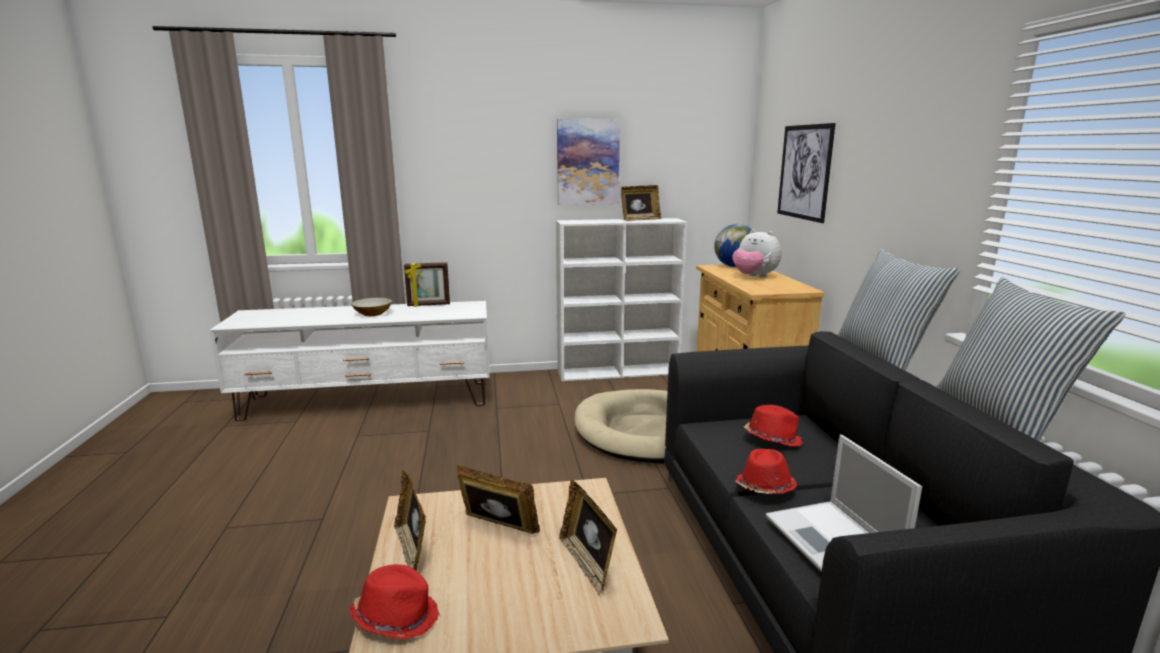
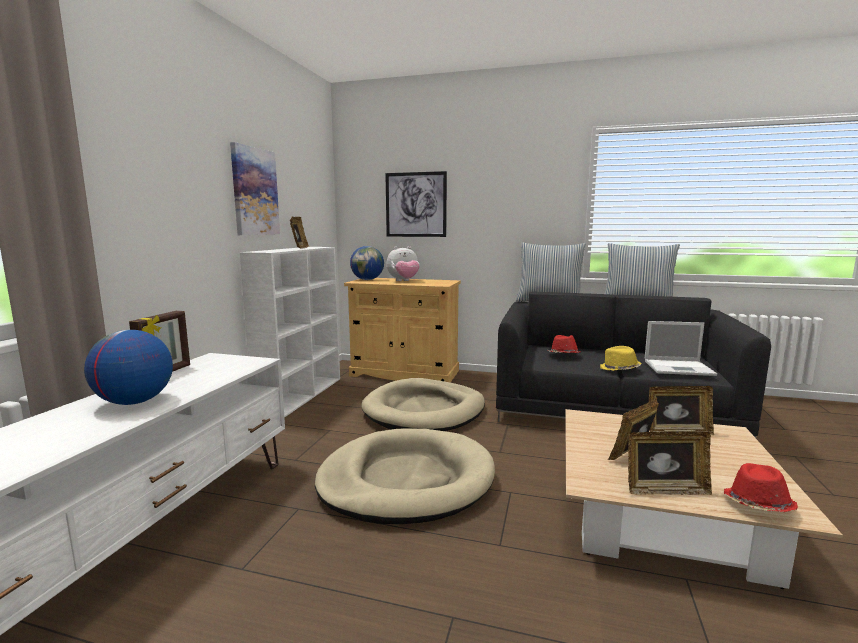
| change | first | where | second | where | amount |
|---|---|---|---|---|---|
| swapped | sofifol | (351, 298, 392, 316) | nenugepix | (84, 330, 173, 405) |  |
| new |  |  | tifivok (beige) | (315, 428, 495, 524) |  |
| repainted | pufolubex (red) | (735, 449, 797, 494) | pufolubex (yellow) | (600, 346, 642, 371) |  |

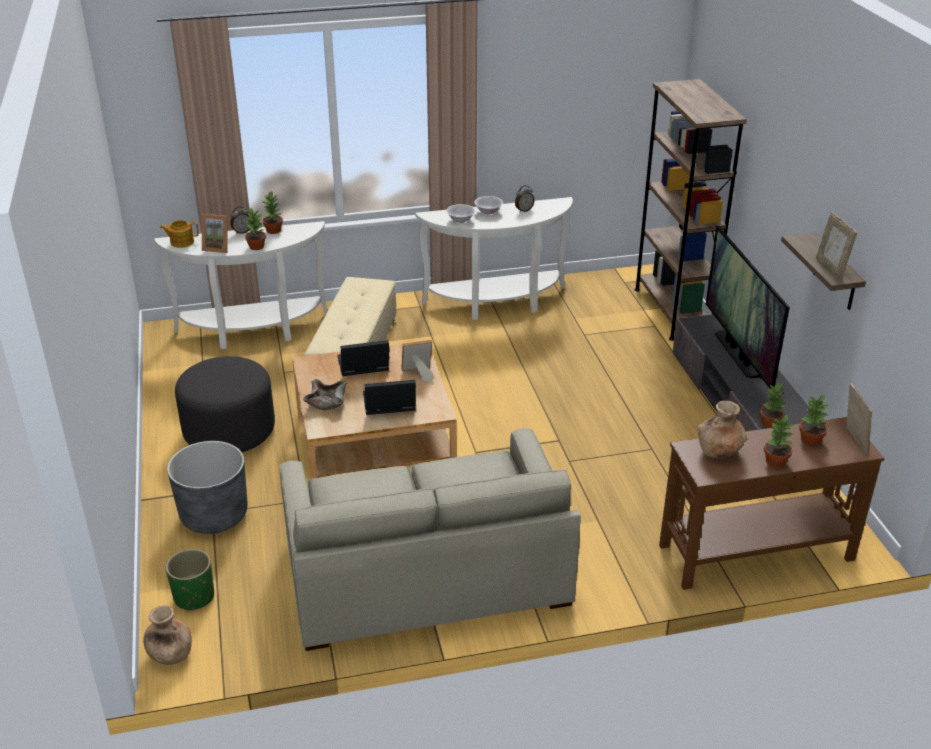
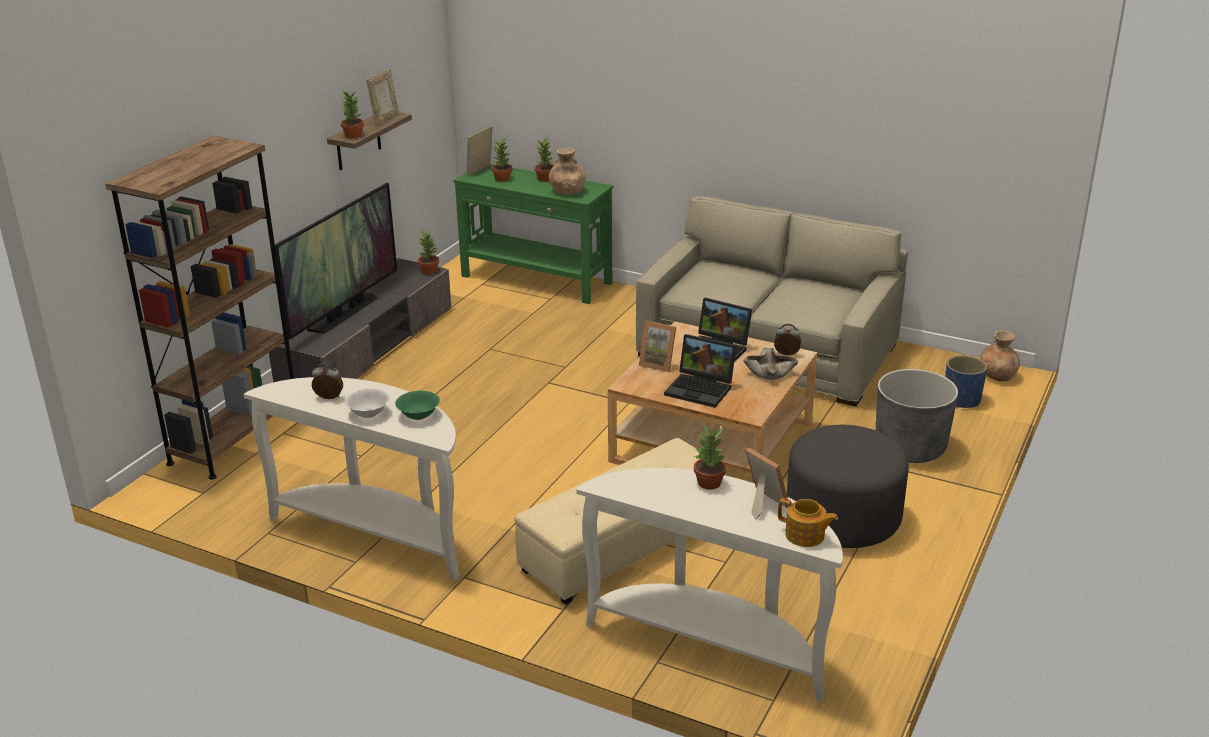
| change | first | where | second | where | amount |
|---|---|---|---|---|---|
| shifted | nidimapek | (262, 190, 283, 234) |  | (341, 89, 364, 138) |  |
| repainted | sofifol (white) | (446, 204, 476, 223) | sofifol (green) | (395, 391, 440, 420) |  |
| repainted | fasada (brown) | (659, 417, 885, 590) | fasada (green) | (453, 164, 613, 304) |  |
| shifted | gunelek | (231, 206, 250, 234) |  | (774, 324, 801, 355) |  |
| repainted | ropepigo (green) | (166, 549, 214, 611) | ropepigo (blue) | (945, 355, 987, 408) |  |

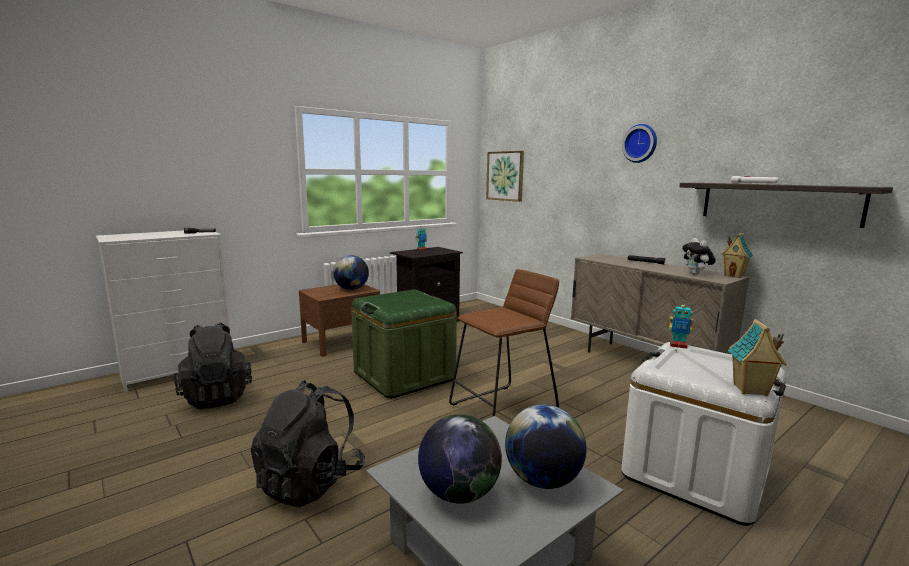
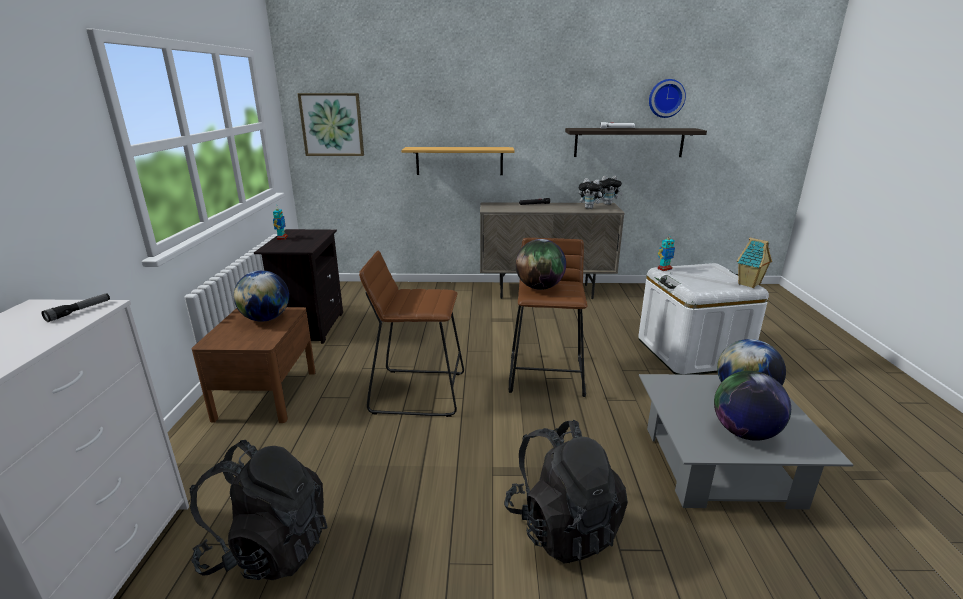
| change | first | where | second | where | amount |
|---|---|---|---|---|---|
| swapped | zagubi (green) | (351, 289, 457, 399) | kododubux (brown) | (359, 251, 464, 417) |  |
| new |  |  | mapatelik | (401, 147, 515, 175) |  |
| new |  |  | nenugepix | (515, 239, 566, 290) |  |
| swapped | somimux | (720, 233, 753, 278) | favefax | (599, 176, 623, 205) |  |
| shifted | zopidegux | (622, 124, 657, 163) |  | (649, 79, 686, 118) |  |

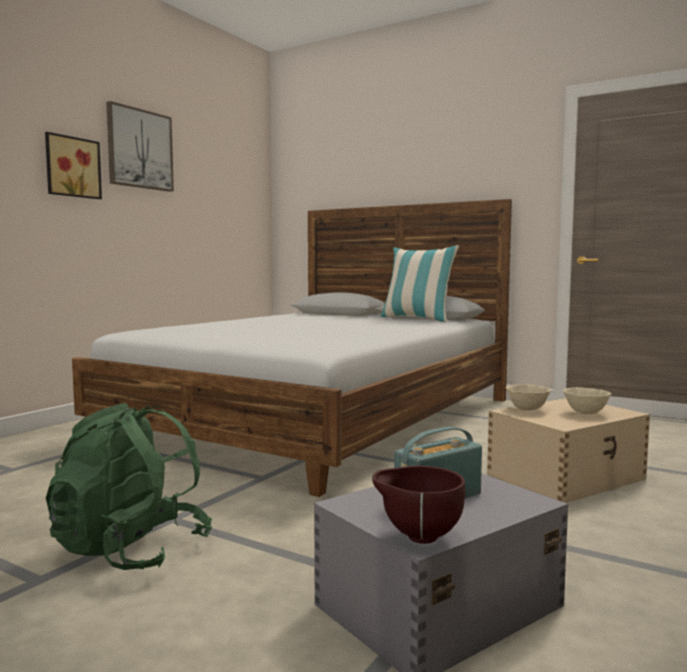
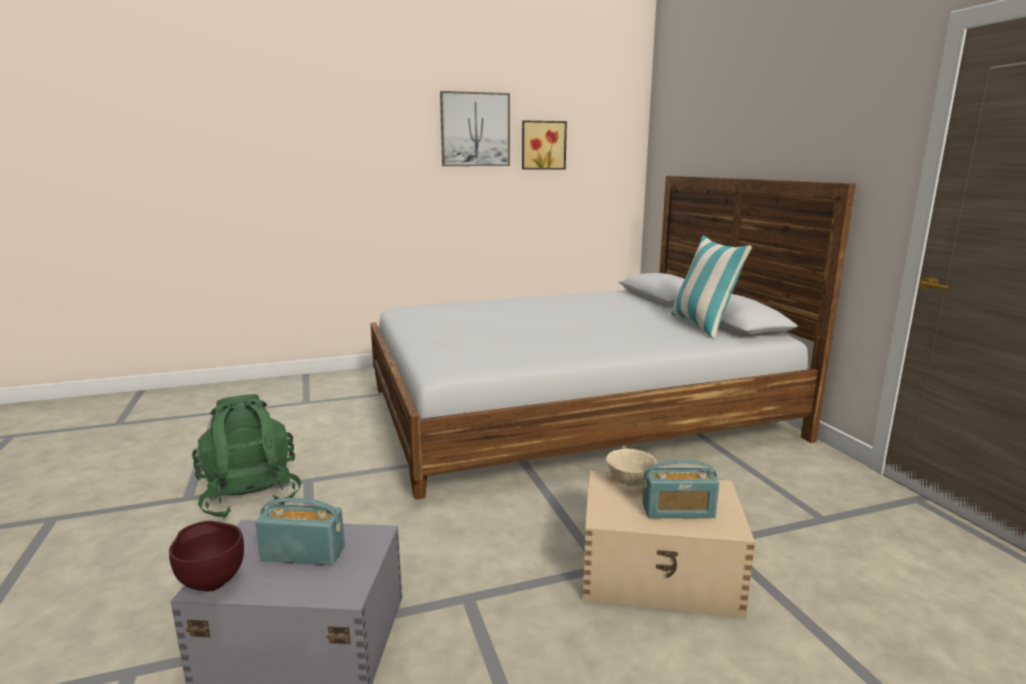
| change | first | where | second | where | amount |
|---|---|---|---|---|---|
| shifted | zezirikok | (45, 132, 102, 199) |  | (522, 120, 567, 170) |  |
| swapped | sofifol (beige) | (563, 387, 611, 414) | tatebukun | (642, 460, 719, 518) |  |

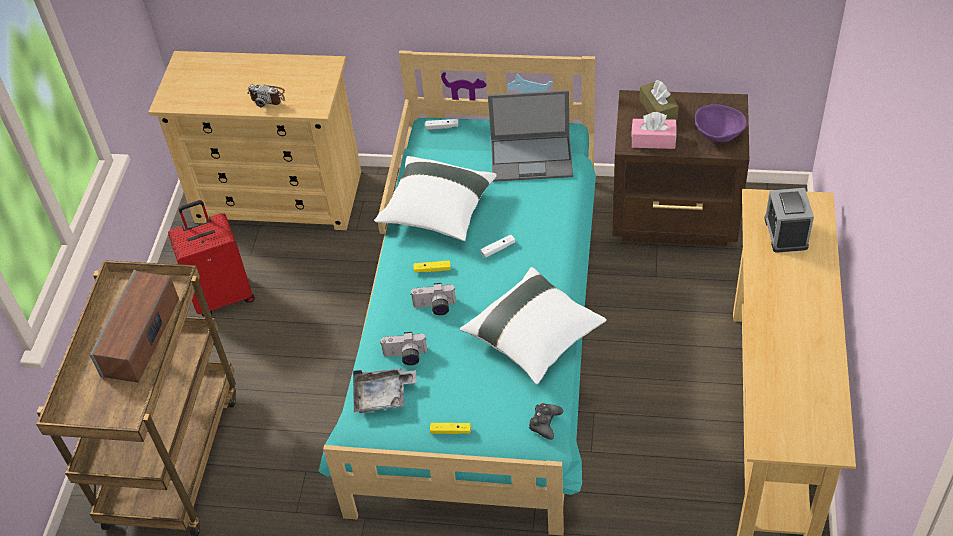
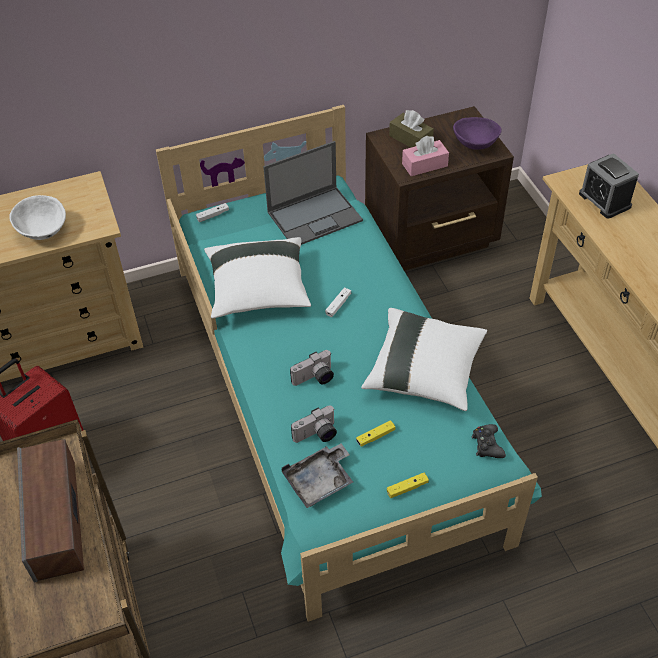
| change | first | where | second | where | amount |
|---|---|---|---|---|---|
| swapped | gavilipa | (247, 84, 285, 107) | sofifol (white) | (9, 195, 66, 240) |  |
| shifted | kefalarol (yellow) | (414, 260, 451, 272) |  | (356, 420, 395, 447) |  |

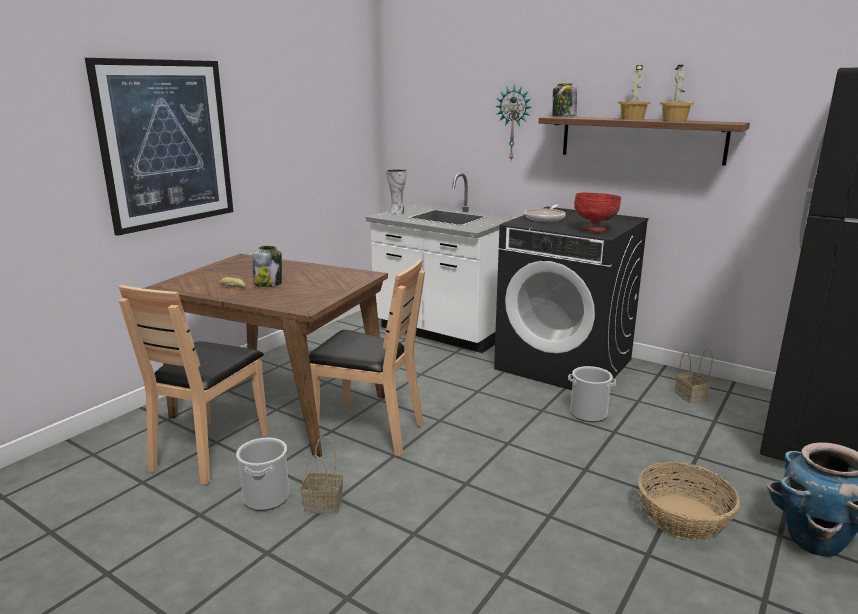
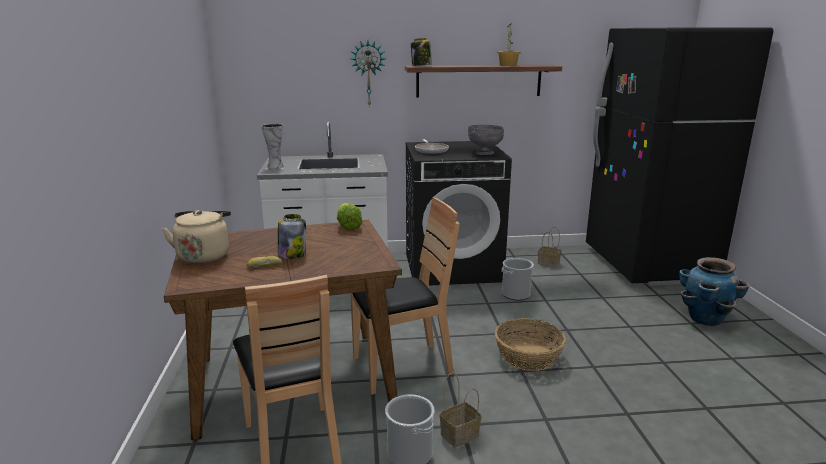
| change | first | where | second | where | amount |
|---|---|---|---|---|---|
| new |  |  | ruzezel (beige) | (162, 210, 231, 264) |  |
| new |  |  | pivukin | (337, 203, 362, 230) |  |
| repainted | sofifol (red) | (574, 192, 621, 232) | sofifol (grey) | (468, 125, 504, 155) |  |
| shifted | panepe | (638, 462, 740, 540) |  | (495, 318, 566, 371) |  |
| gone | zezirikok | (85, 58, 234, 236) |  |  |  |
| gone | nidimapek | (618, 65, 650, 120) |  |  |  |

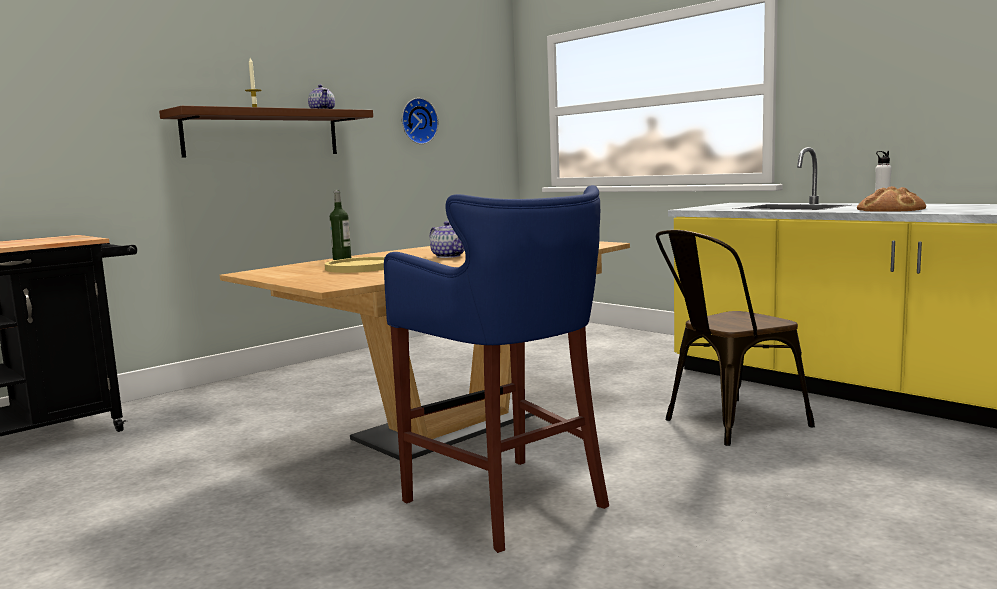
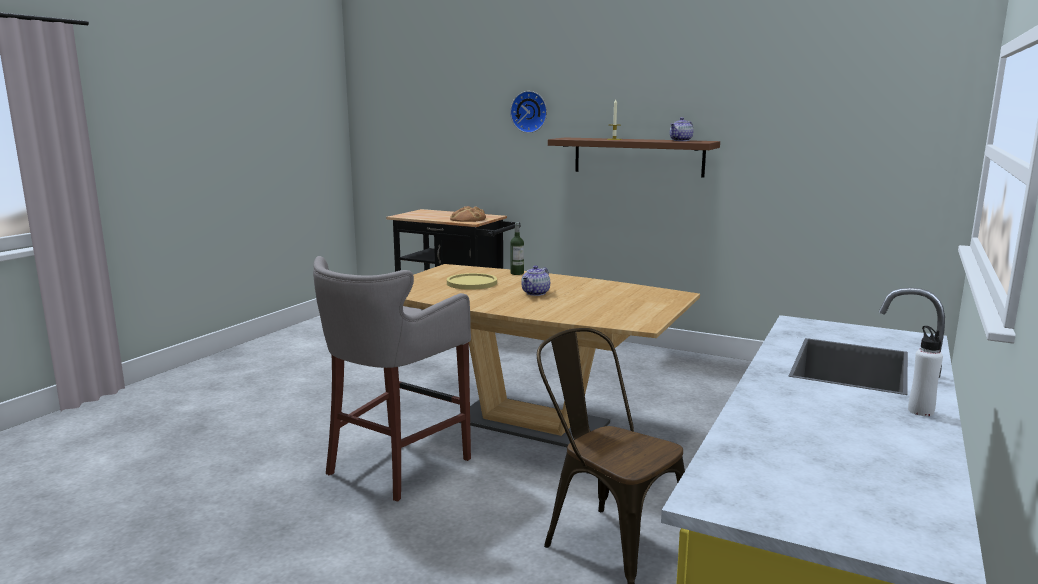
| change | first | where | second | where | amount |
|---|---|---|---|---|---|
| repainted | kododubux (blue) | (384, 185, 609, 553) | kododubux (grey) | (313, 256, 471, 502) |  |
| shifted | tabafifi | (857, 186, 926, 212) |  | (450, 206, 486, 222) |  |
| shifted | zopidegux | (402, 98, 438, 144) |  | (510, 91, 547, 133) |  |

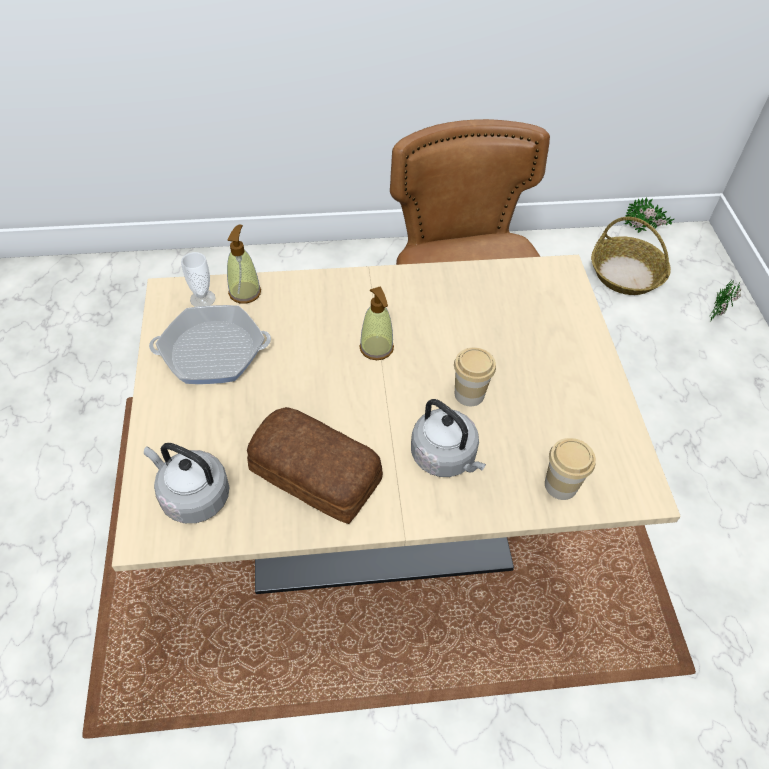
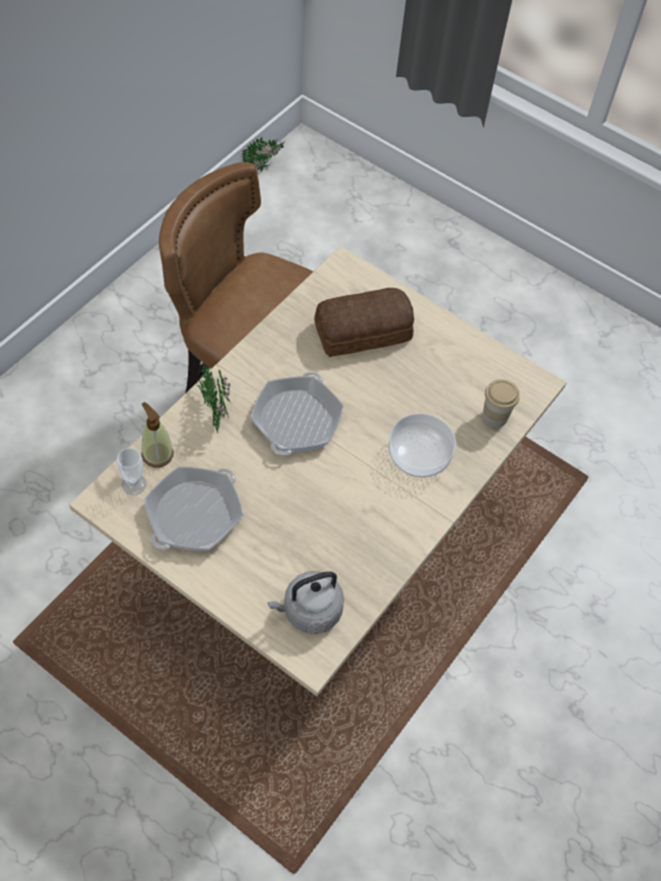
| change | first | where | second | where | amount |
|---|---|---|---|---|---|
| shifted | nidimapek | (710, 279, 741, 320) |  | (197, 362, 231, 434) |  |
| swapped | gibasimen | (359, 287, 394, 360) | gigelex | (250, 372, 344, 455) |  |
| shifted | tabafifi | (247, 407, 383, 524) |  | (314, 288, 414, 357) |  |
| swapped | ruzezel (grey) | (411, 399, 486, 477) | sofifol | (389, 413, 456, 477) |  |
| gone | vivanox | (454, 347, 496, 406) |  |  |  |
| gone | panepe | (591, 217, 671, 295) |  |  |  |

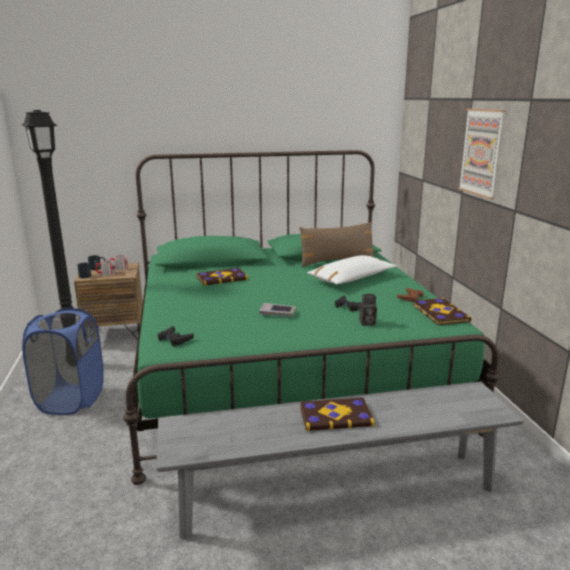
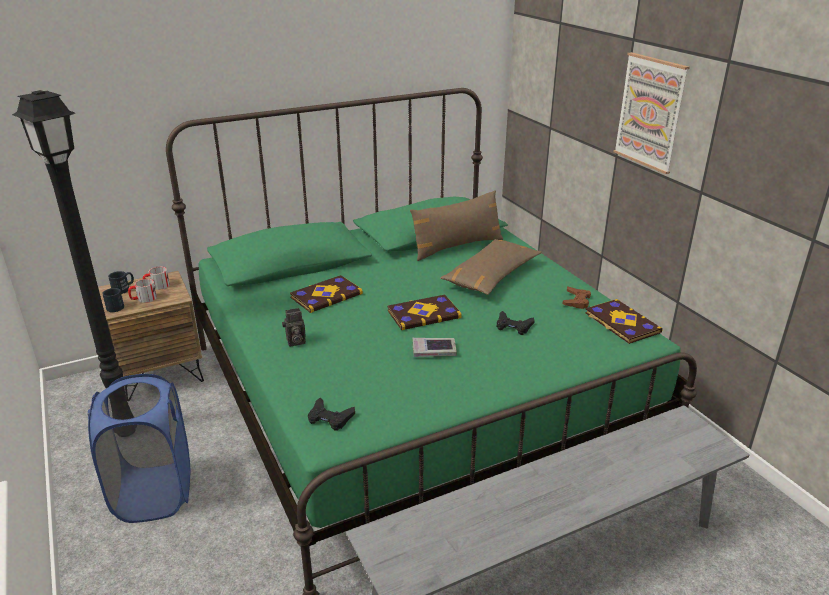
| change | first | where | second | where | amount |
|---|---|---|---|---|---|
| shifted | gavilipa | (358, 294, 377, 326) |  | (282, 308, 306, 346) |  |
| shifted | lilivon | (300, 398, 375, 431) |  | (387, 295, 462, 330) |  |
| repainted | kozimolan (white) | (307, 255, 397, 285) | kozimolan (brown) | (440, 239, 542, 295) |  |

